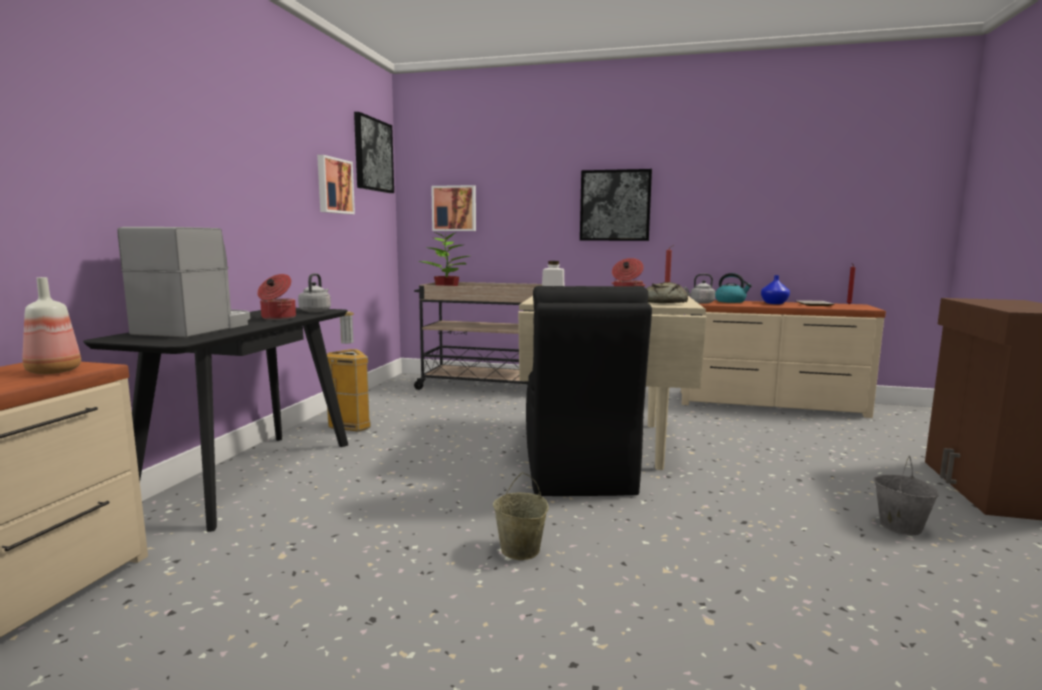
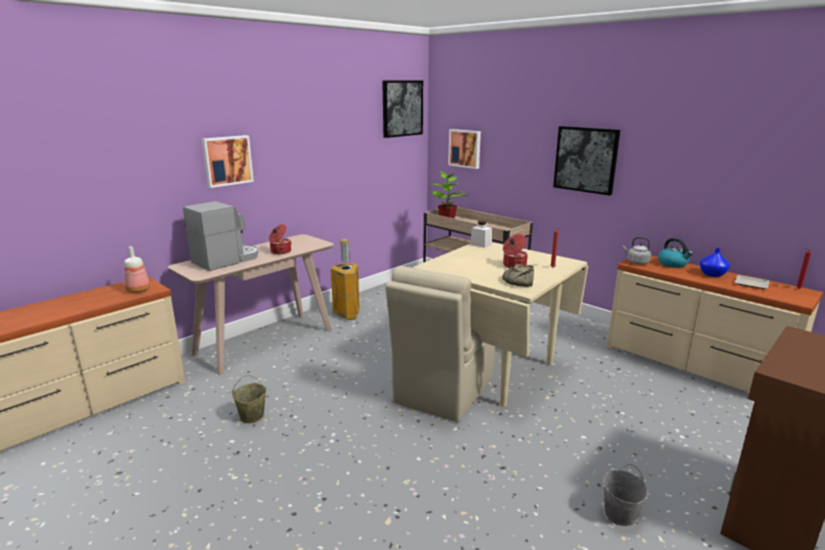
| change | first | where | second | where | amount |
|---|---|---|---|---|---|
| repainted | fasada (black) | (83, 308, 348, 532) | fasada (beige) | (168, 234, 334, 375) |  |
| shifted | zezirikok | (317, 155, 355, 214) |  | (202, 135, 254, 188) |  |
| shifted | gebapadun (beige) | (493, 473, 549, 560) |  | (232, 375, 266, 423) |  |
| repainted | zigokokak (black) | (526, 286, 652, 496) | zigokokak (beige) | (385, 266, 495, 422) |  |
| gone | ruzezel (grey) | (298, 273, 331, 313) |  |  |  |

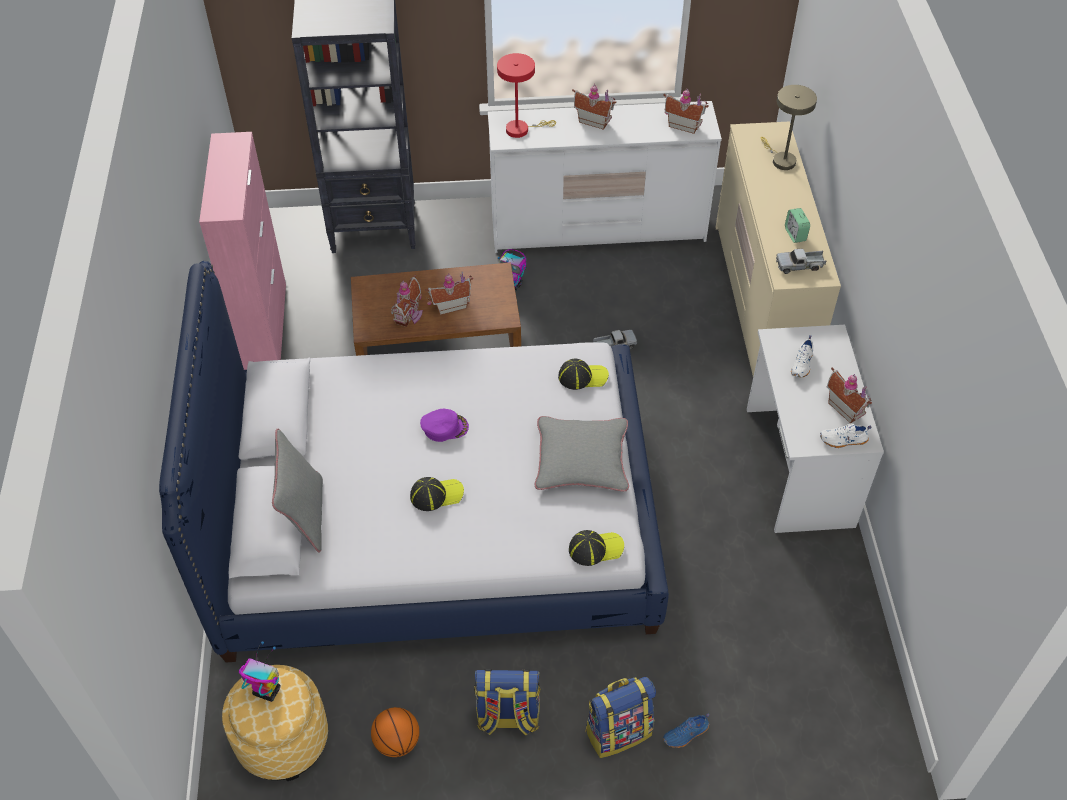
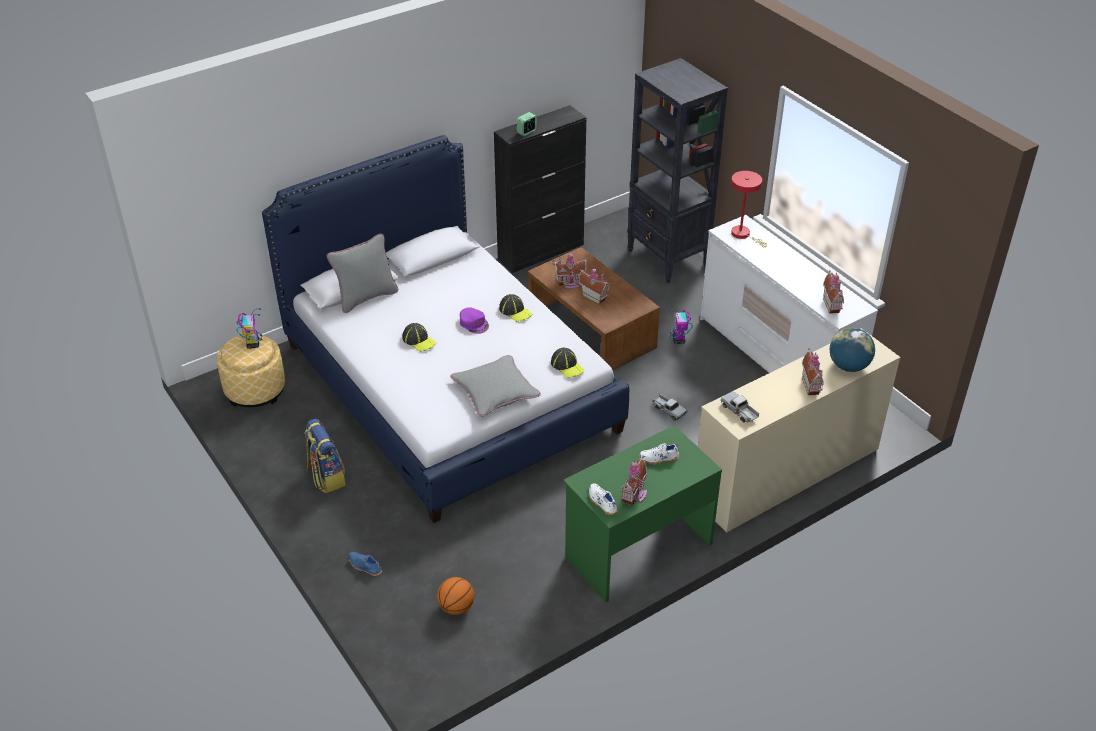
| change | first | where | second | where | amount |
|---|---|---|---|---|---|
| shifted | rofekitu | (371, 707, 419, 757) |  | (437, 577, 474, 615) |  |
| repainted | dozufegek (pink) | (199, 132, 286, 370) | dozufegek (black) | (494, 105, 587, 273) |  |
| shifted | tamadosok | (569, 530, 624, 566) |  | (499, 294, 532, 322) |  |
| shifted | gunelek | (785, 208, 810, 243) |  | (517, 112, 537, 136) |  |
| repainted | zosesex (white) | (747, 325, 884, 533) | zosesex (green) | (563, 425, 722, 603) |  |
| shifted | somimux | (572, 84, 616, 130) |  | (802, 348, 823, 396) |  |
| swapped | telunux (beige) | (761, 85, 817, 170) | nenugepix | (830, 328, 875, 372) |  |
| gone | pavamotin | (585, 677, 656, 758) |  |  |  |

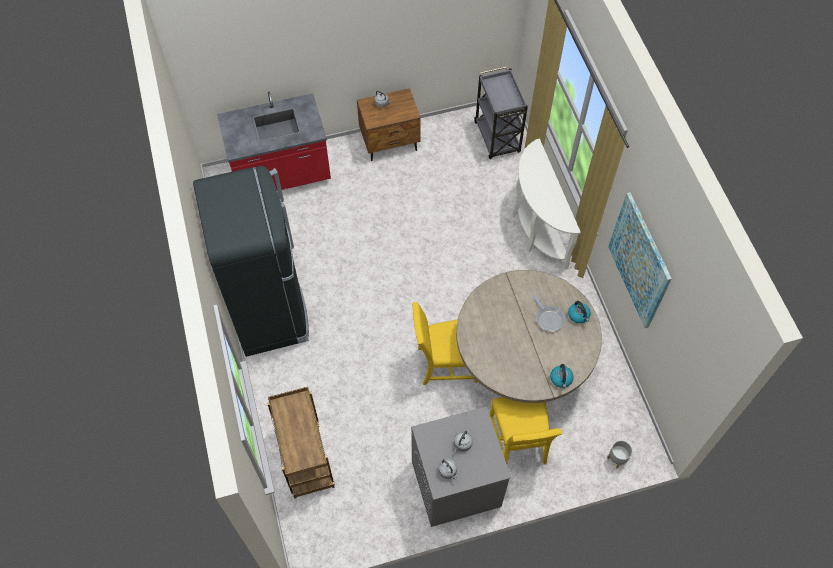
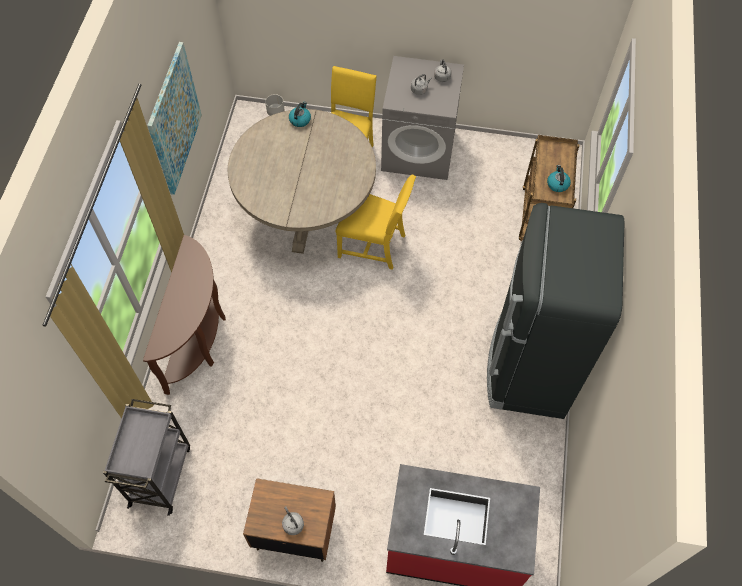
| change | first | where | second | where | amount |
|---|---|---|---|---|---|
| repainted | fasada (white) | (513, 138, 581, 270) | fasada (brown) | (143, 235, 226, 395) |  |
| shifted | ruzezel | (568, 301, 591, 324) |  | (547, 165, 571, 192) |  |
| gone | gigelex | (533, 295, 565, 332) |  |  |  |

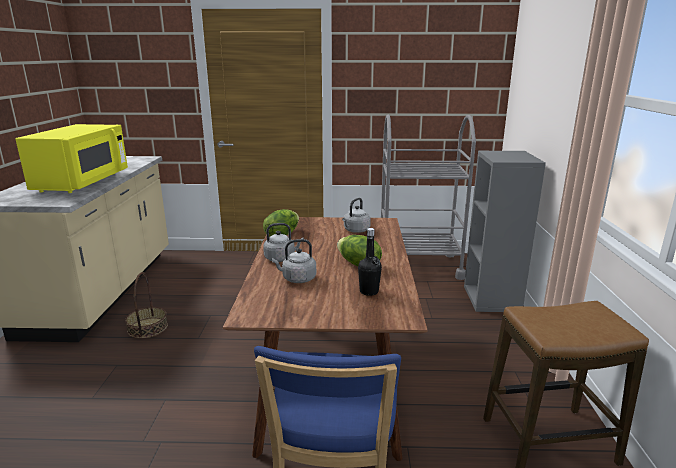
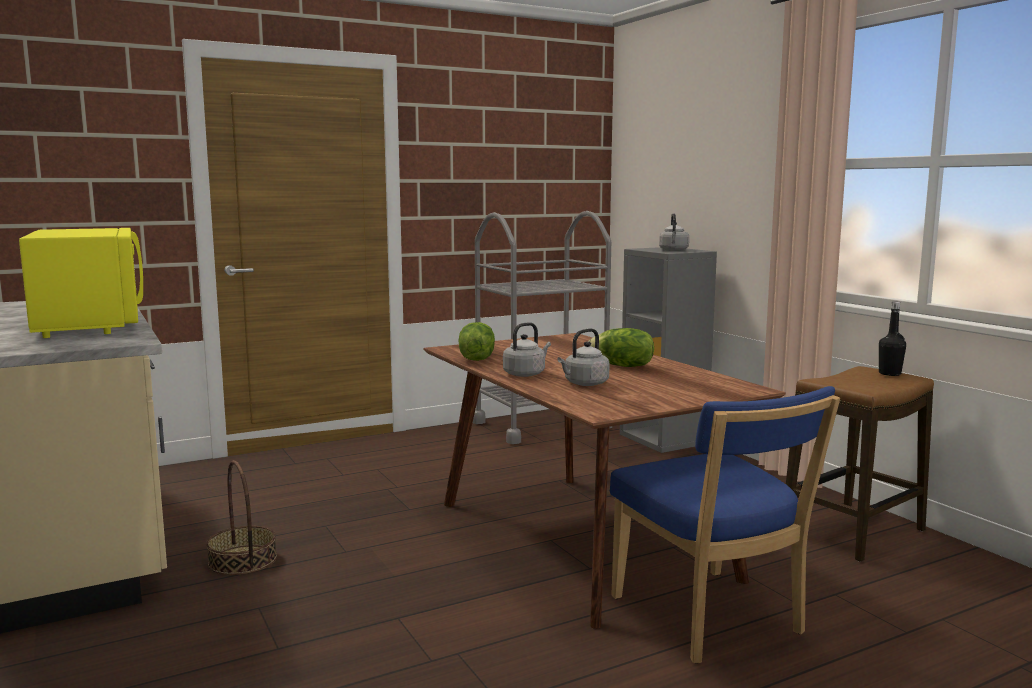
| change | first | where | second | where | amount |
|---|---|---|---|---|---|
| shifted | ruzezel (grey) | (342, 198, 371, 233) |  | (659, 213, 689, 251) |  |
| shifted | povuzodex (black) | (358, 228, 382, 296) |  | (879, 302, 906, 376) |  |

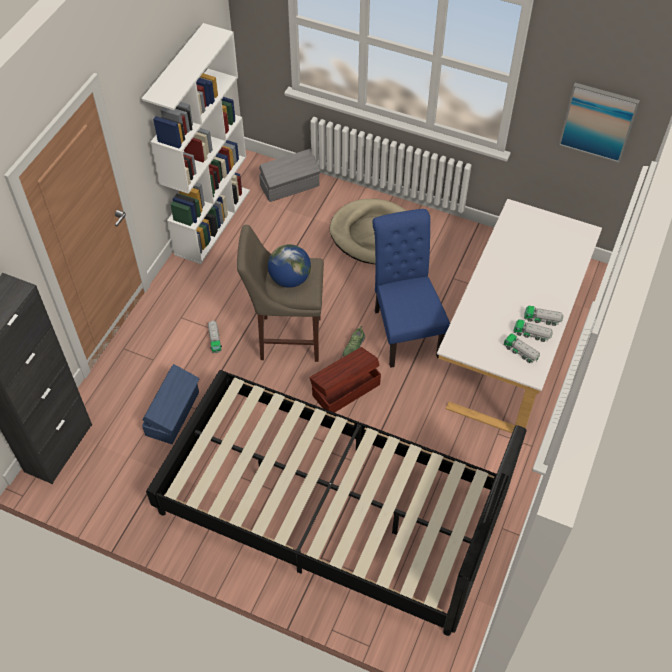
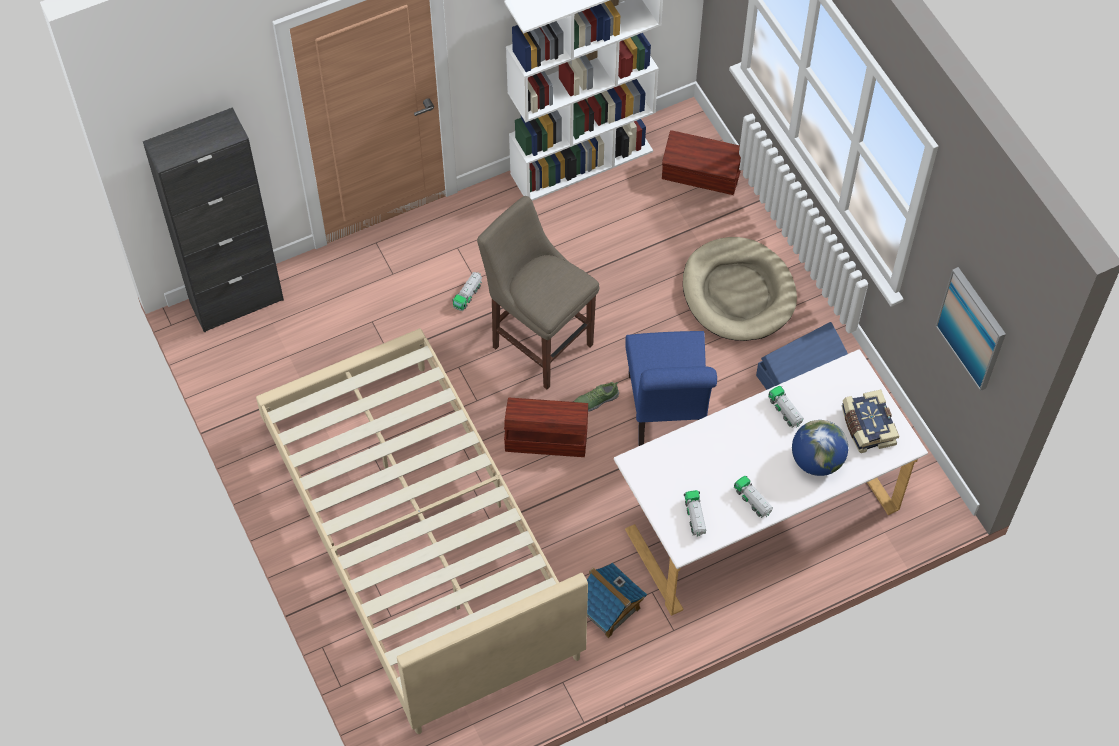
| change | first | where | second | where | amount |
|---|---|---|---|---|---|
| repainted | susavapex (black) | (146, 370, 526, 636) | susavapex (beige) | (256, 328, 588, 734) |  |
| new |  |  | somimux | (587, 563, 647, 638) |  |
| rotated | zigokokak (blue) | (372, 209, 450, 368) |  | (625, 331, 717, 446) | 150 degrees clockwise |
| repainted | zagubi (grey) | (259, 149, 320, 202) | zagubi (brown) | (662, 130, 741, 195) |  |
| shifted | zagubi (blue) | (142, 364, 200, 444) |  | (756, 322, 848, 390) |  |
| shifted | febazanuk | (513, 319, 553, 342) |  | (768, 386, 804, 428) |  |
| shifted | nenugepix | (268, 244, 311, 288) |  | (792, 420, 848, 476) |  |
| new |  |  | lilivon | (841, 389, 899, 453) |  |

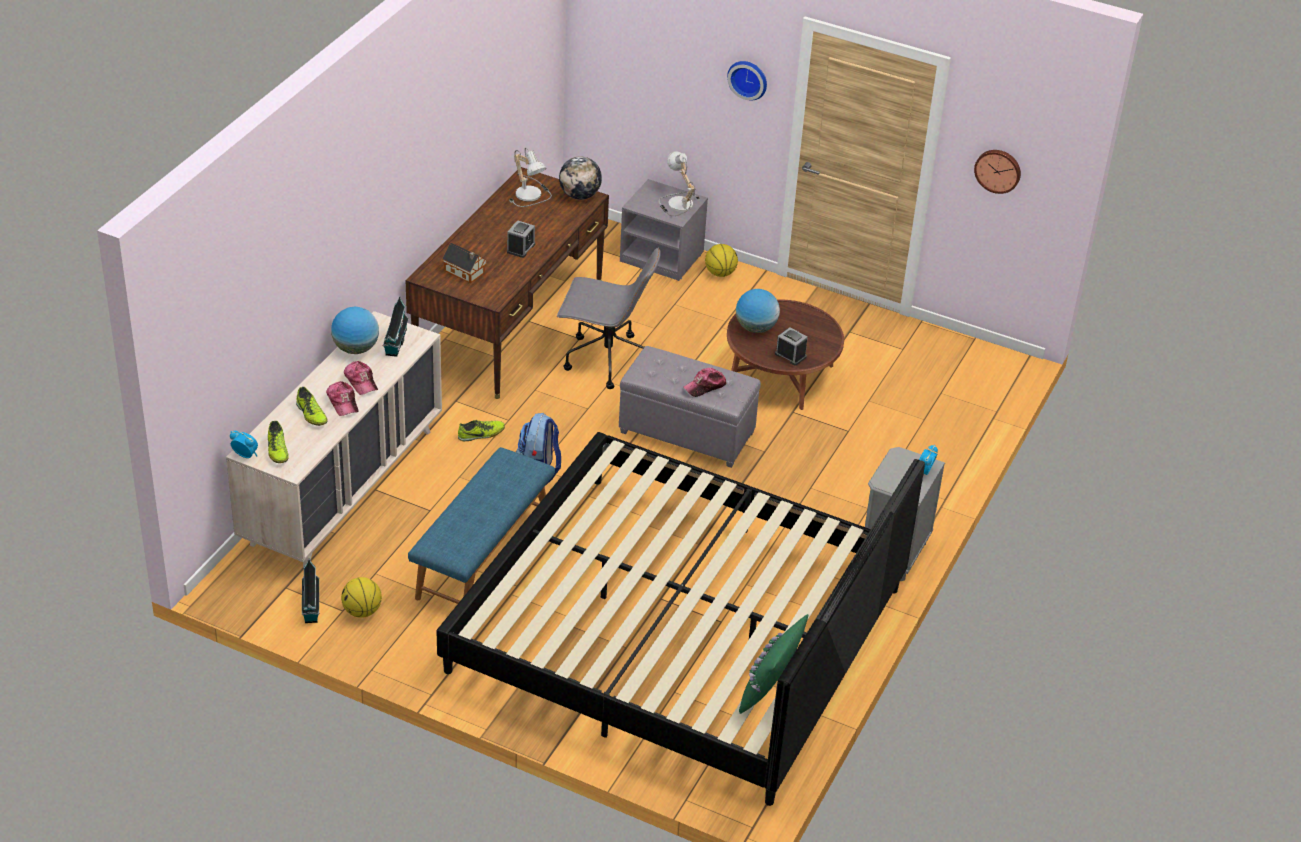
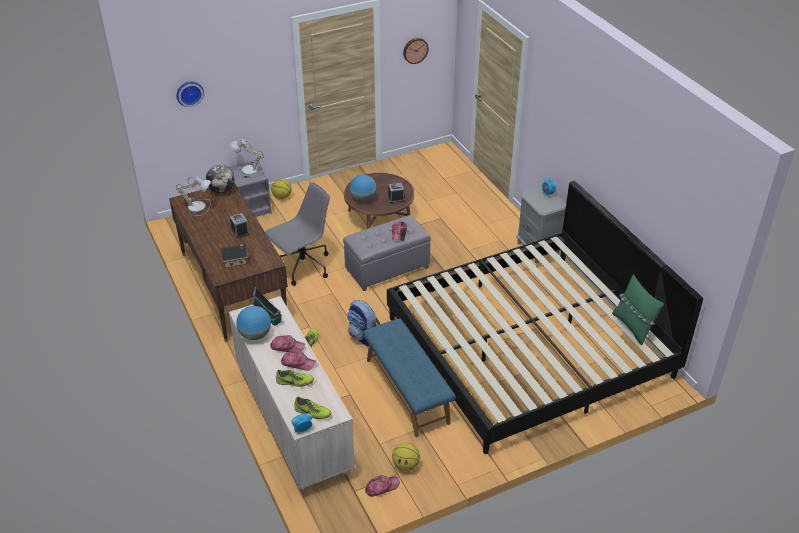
| change | first | where | second | where | amount |
|---|---|---|---|---|---|
| shifted | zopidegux | (727, 61, 767, 101) |  | (177, 82, 204, 107) |  |
| swapped | somimux | (302, 559, 320, 623) | tamadosok | (365, 475, 400, 497) |  |

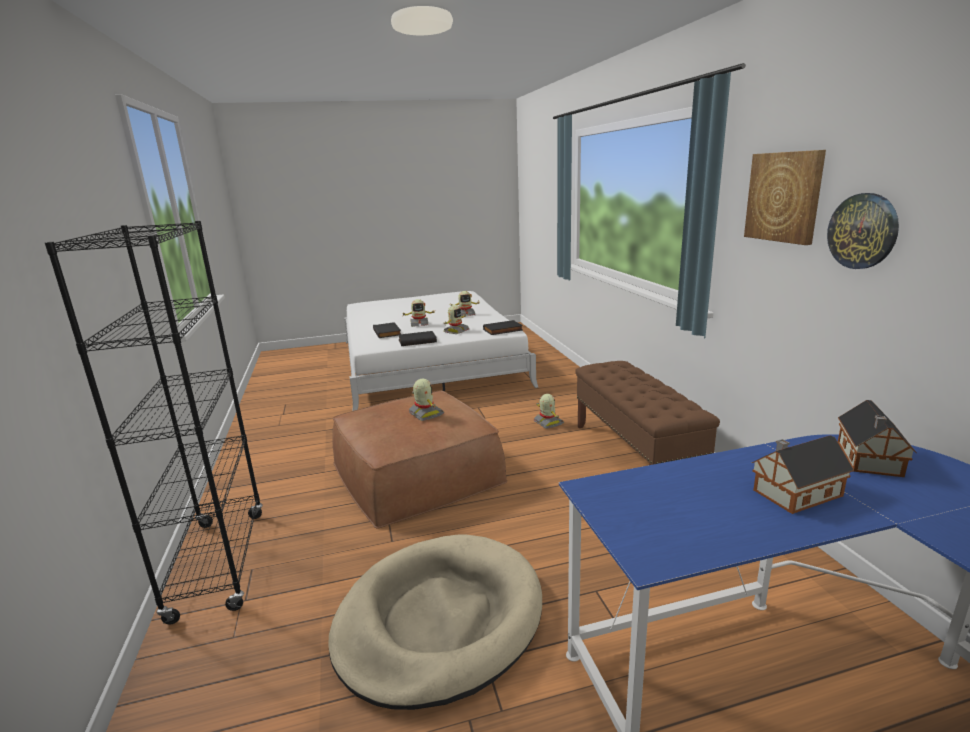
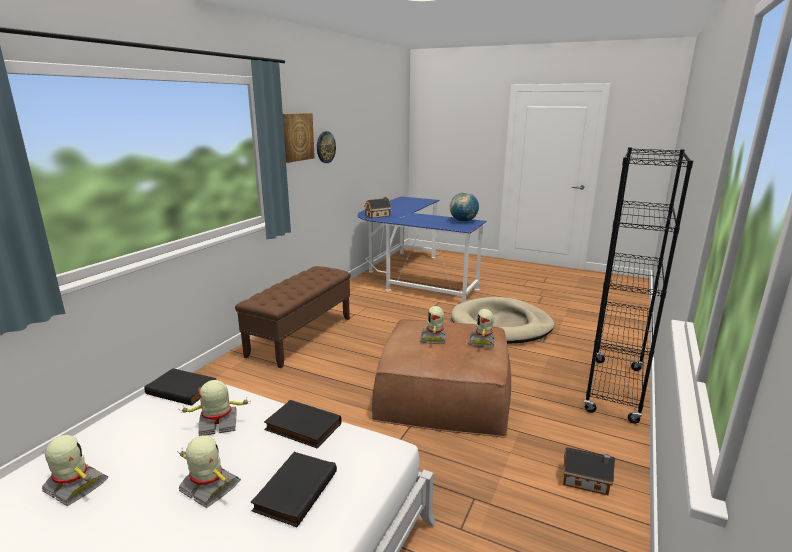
| change | first | where | second | where | amount |
|---|---|---|---|---|---|
| new |  |  | nenugepix | (450, 192, 479, 222) |  |
| shifted | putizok | (534, 394, 564, 429) |  | (469, 309, 495, 347) |  |
| shifted | somimux | (752, 435, 854, 514) |  | (563, 447, 615, 495) |  |

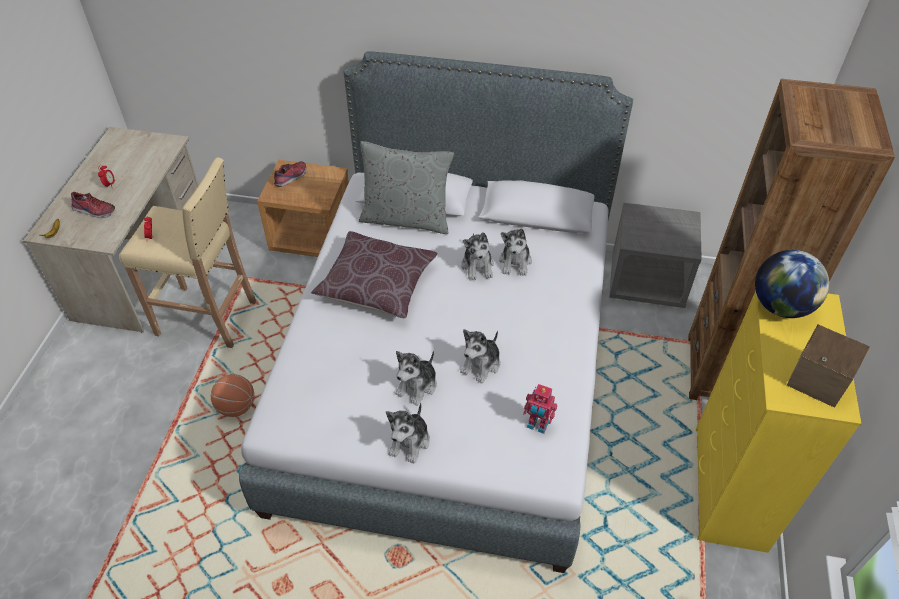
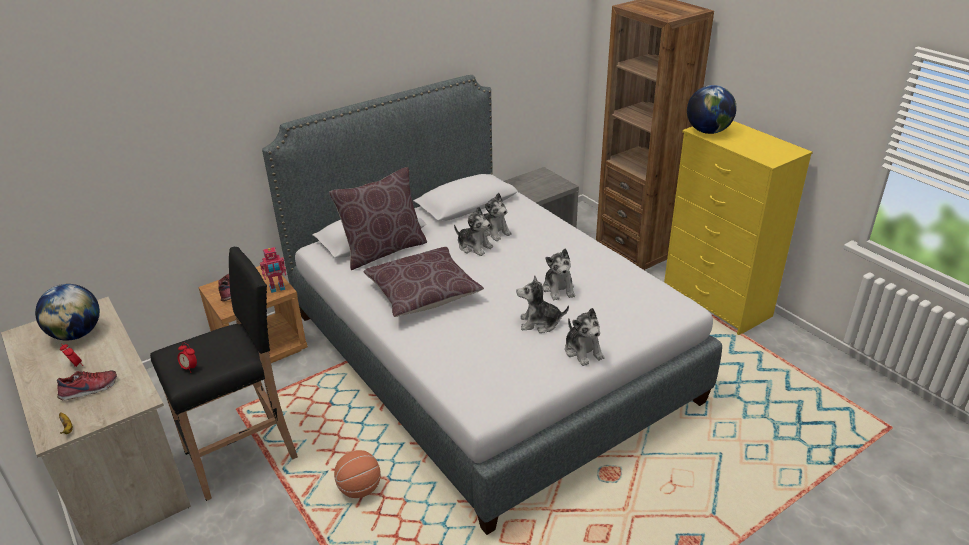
| change | first | where | second | where | amount |
|---|---|---|---|---|---|
| new |  |  | nenugepix | (35, 284, 100, 341) |  |
| repainted | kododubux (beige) | (119, 157, 256, 348) | kododubux (black) | (150, 247, 298, 501) |  |
| shifted | putizok | (523, 384, 557, 434) |  | (260, 247, 286, 293) |  |
| repainted | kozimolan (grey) | (359, 141, 454, 234) | kozimolan (brown) | (329, 167, 427, 270) |  |
| rotated | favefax | (395, 351, 437, 406) |  | (516, 275, 569, 333) | 105 degrees clockwise |
| gone | somimux | (787, 324, 870, 408) |  |  |  |

